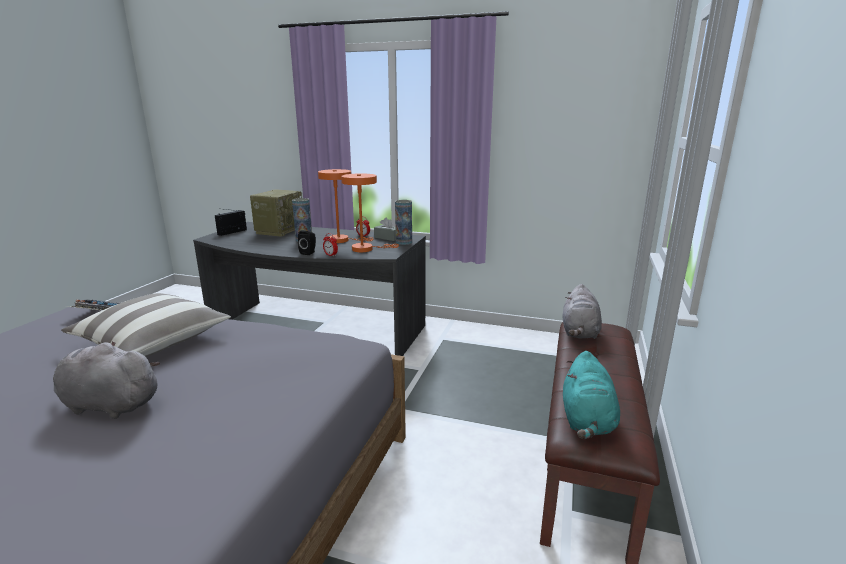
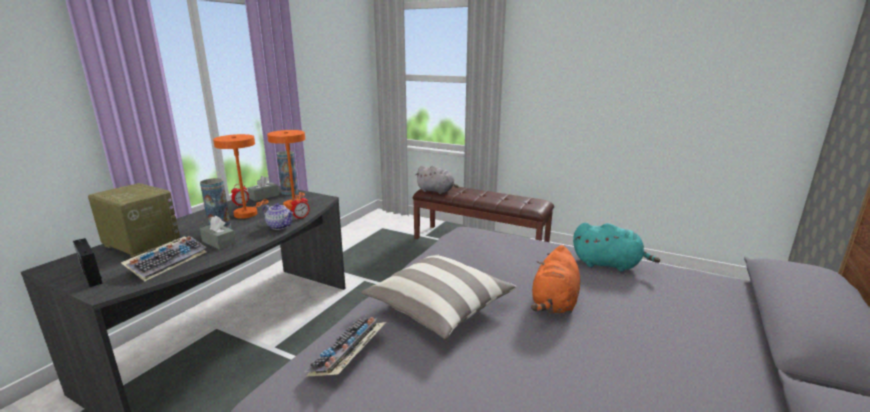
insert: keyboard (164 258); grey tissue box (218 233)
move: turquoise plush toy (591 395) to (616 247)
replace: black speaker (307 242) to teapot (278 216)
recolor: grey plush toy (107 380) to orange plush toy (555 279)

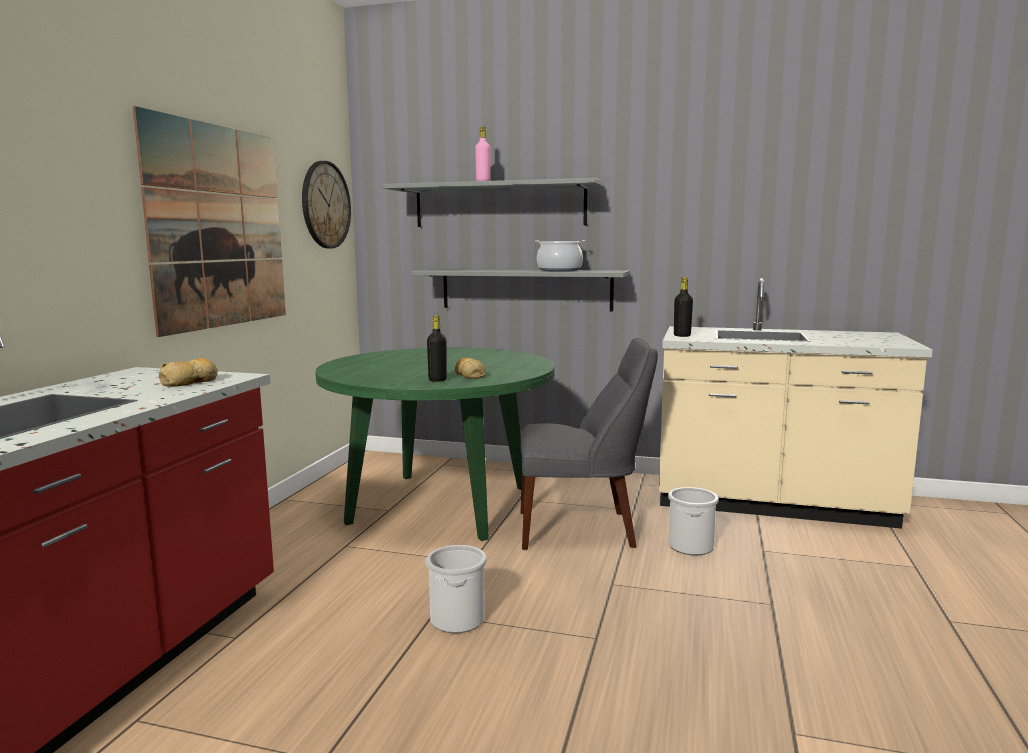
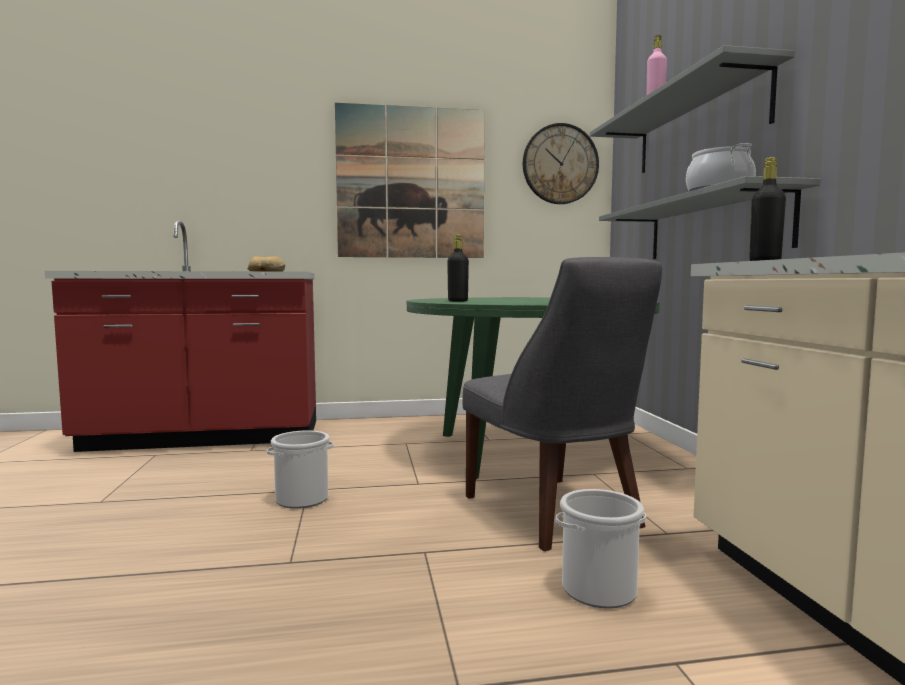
delete: bread (470 368)

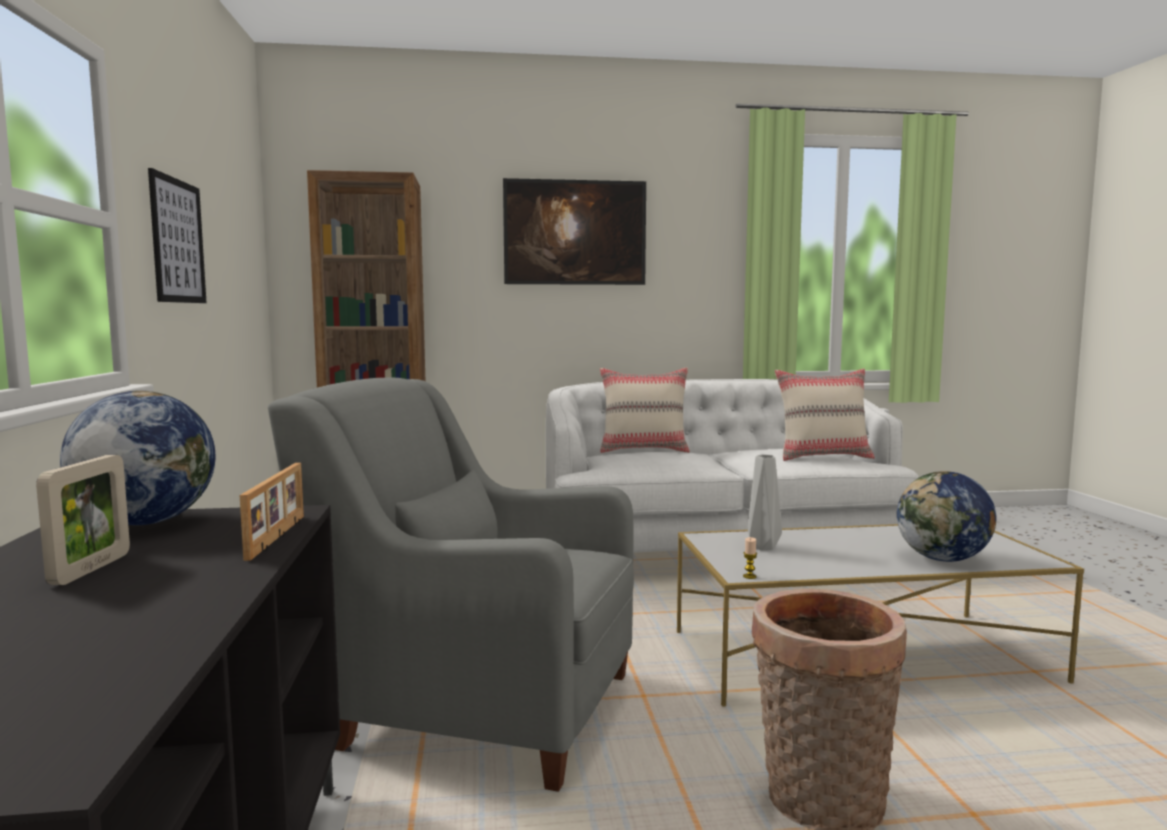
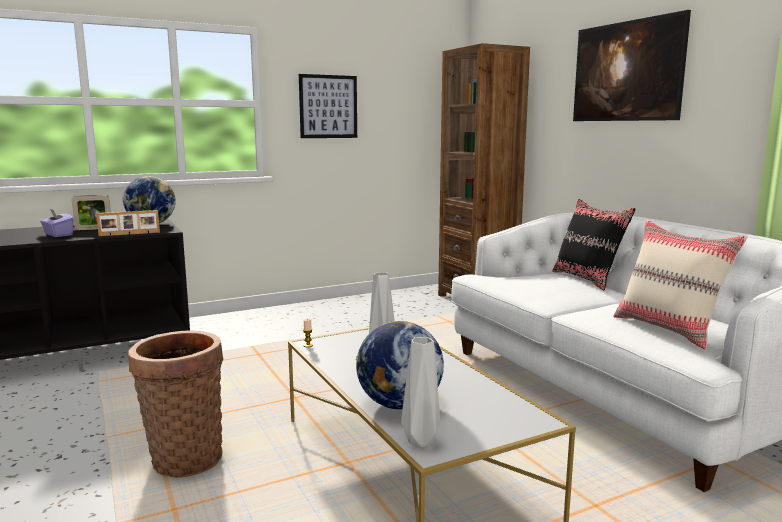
delete: grey armchair (451 585)
insert: purple tissue box (57 223); grey vase (420 392)
recolor: beige pillow (645 410) to black pillow (594 245)

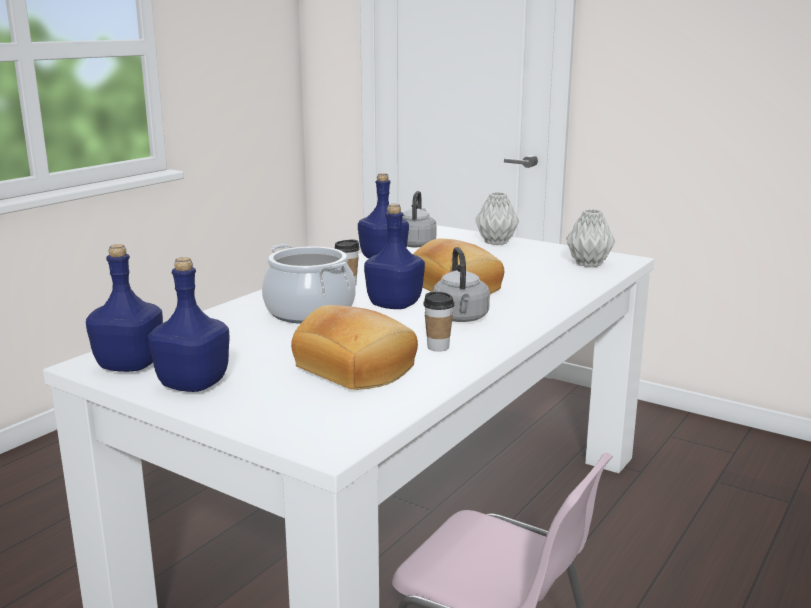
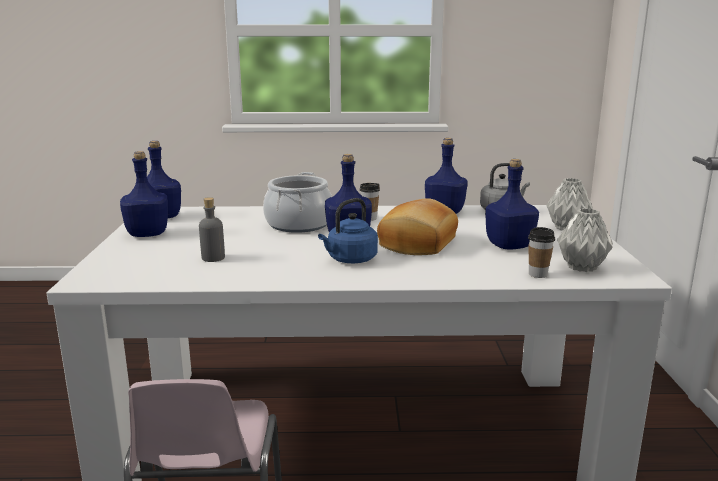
insert: blue bottle (512 204)
move: cup (438 321) to (541 252)
replace: bread (354 347) to grey bottle (212 229)
recolor: grey kettle (461 284) to blue kettle (348 230)

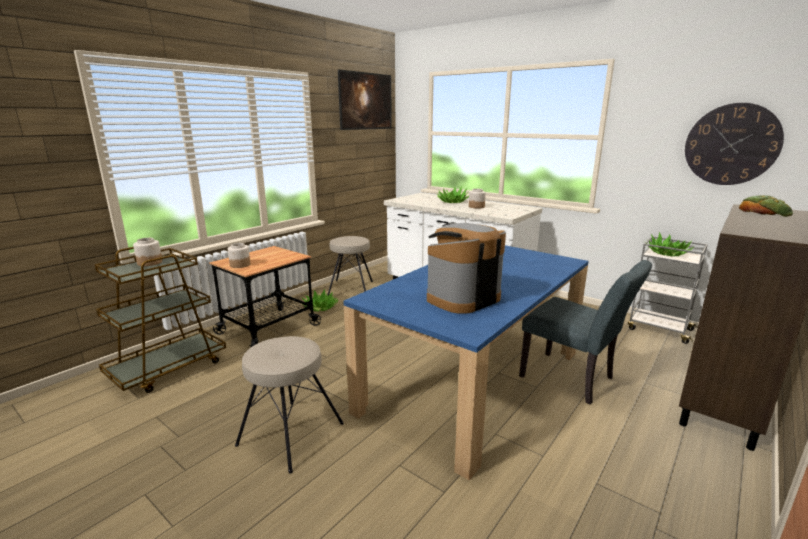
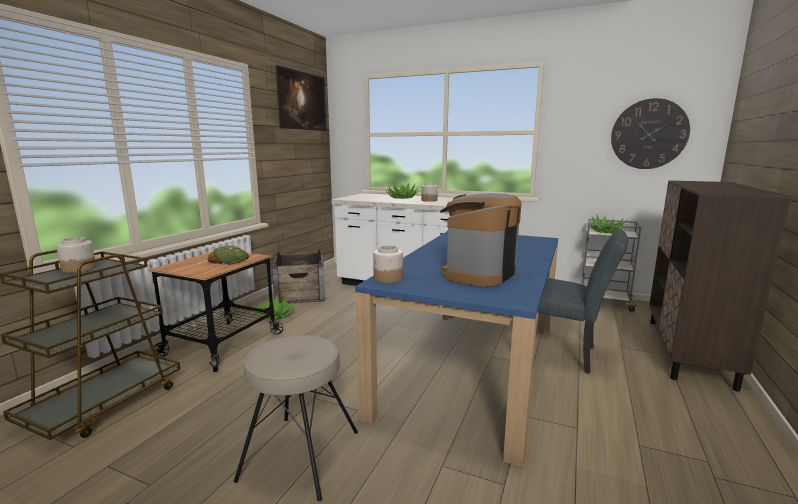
move: jar (239 255) to (388 264); bread (766 206) to (228 255)
replace: beige stool (350 266) to crate (298 277)

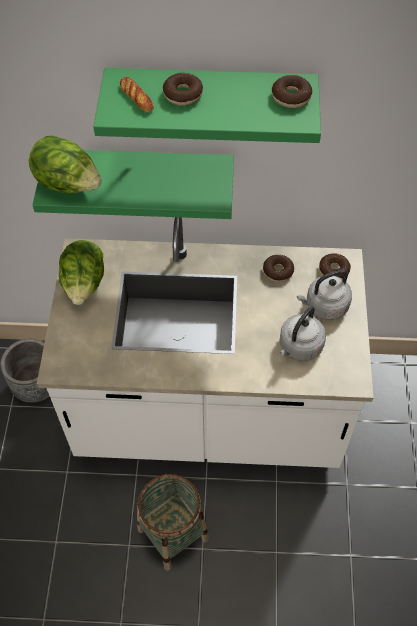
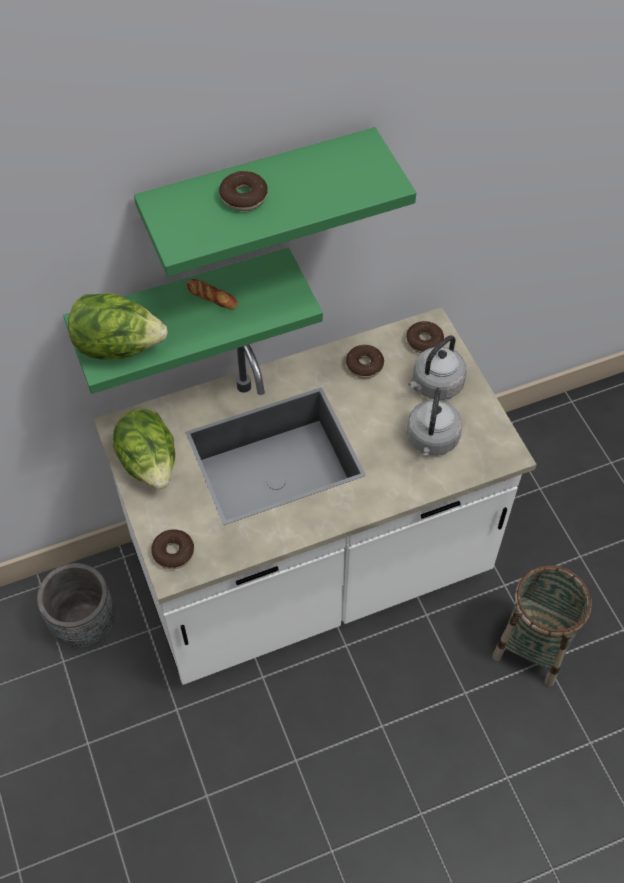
move: bread (137 94) to (212 294); basket (173 522) to (542 626); donut (292 91) to (172 549)

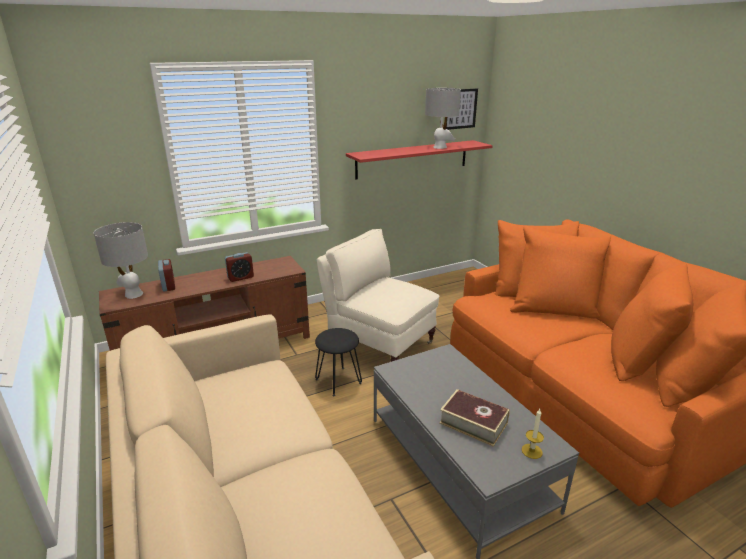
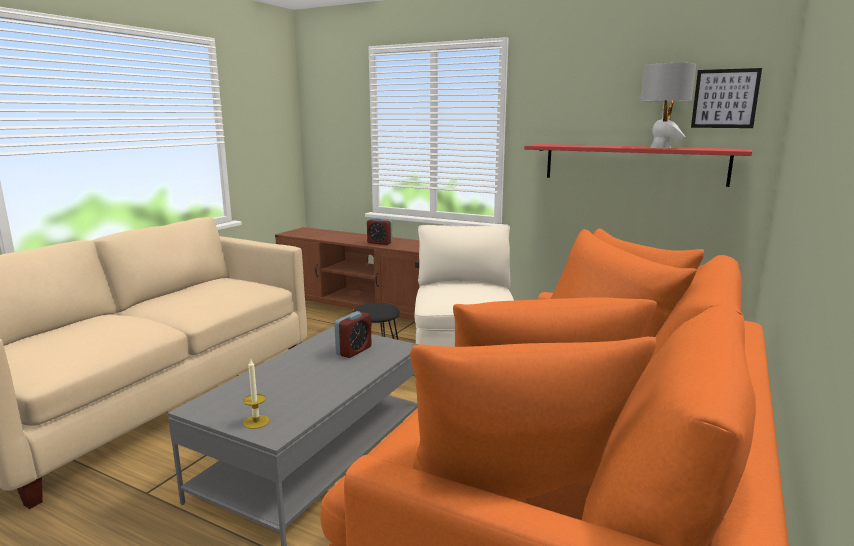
delete: grey table lamp (121 260); book (474 418)
move: alarm clock (166 275) to (353 334)

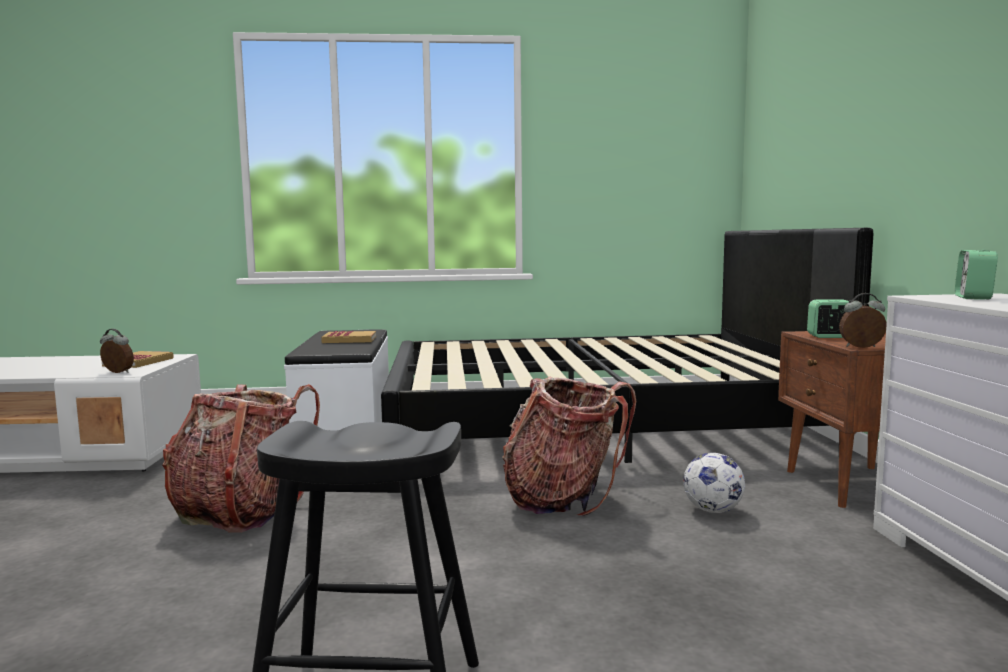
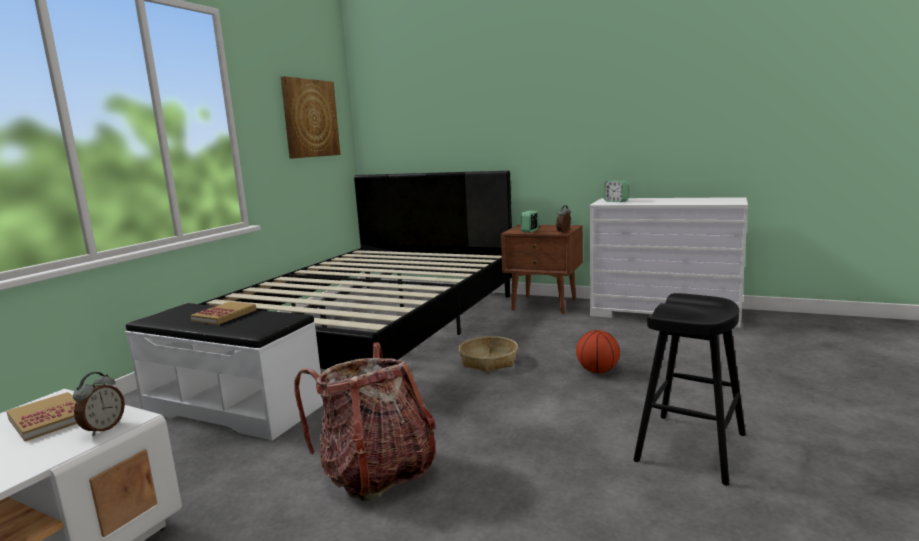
delete: football (714 483)
insert: picture (310 117); basketball (598 351)
replace: backpack (569 446) to basket (488 354)
rotate: alarm clock (117 351) = (99 404) 150 degrees clockwise

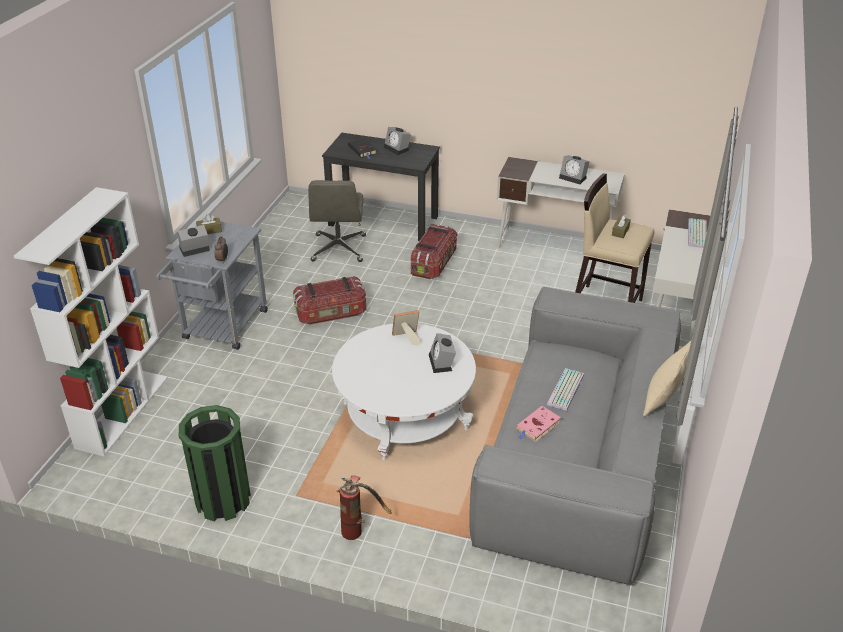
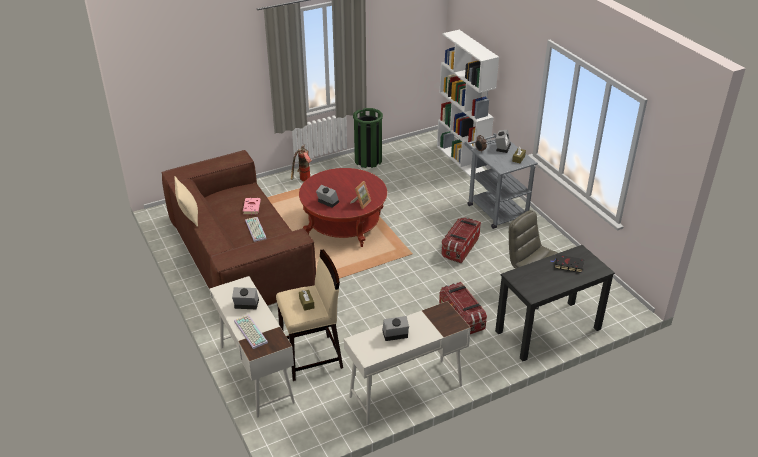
move: alarm clock (397 141) to (245 298)
recolor: white coffee table (404 392) to red coffee table (343 207); grey sofa (575 436) to brown sofa (239 228)

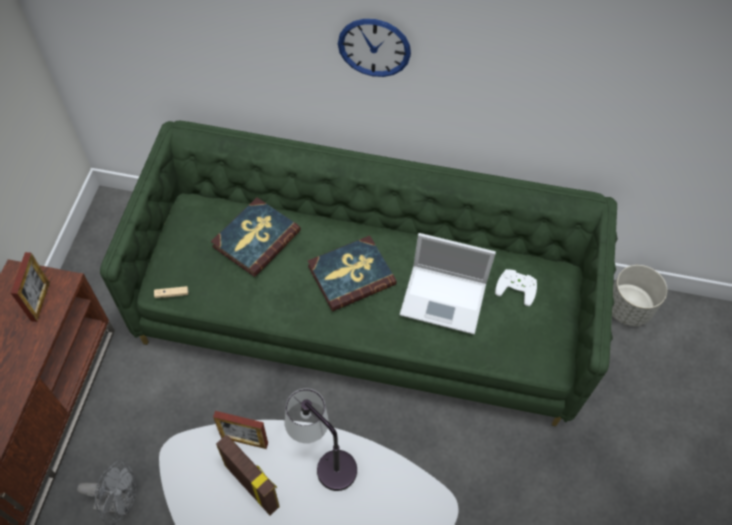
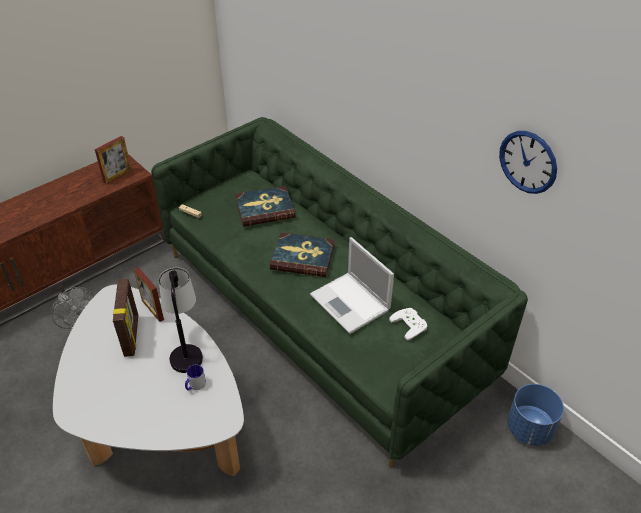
insert: mug (195 377)
move: wall clock (374 48) to (528 162)
recolor: grey planter (639 295) to blue planter (535 415)

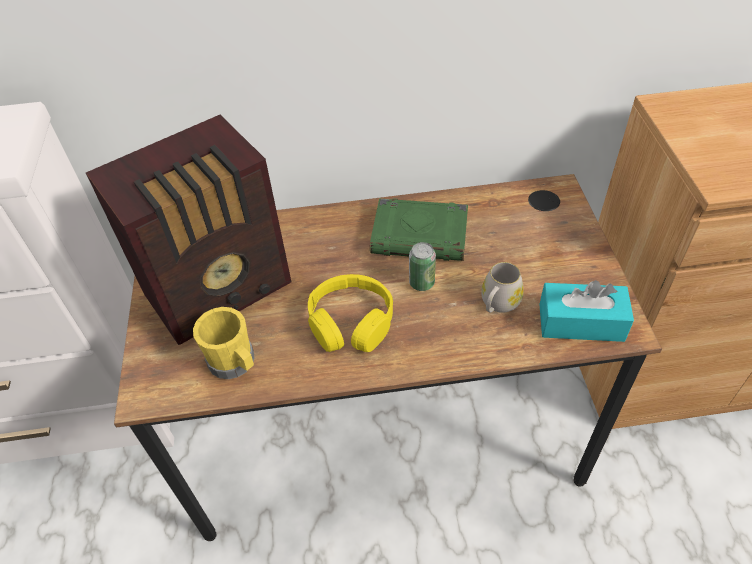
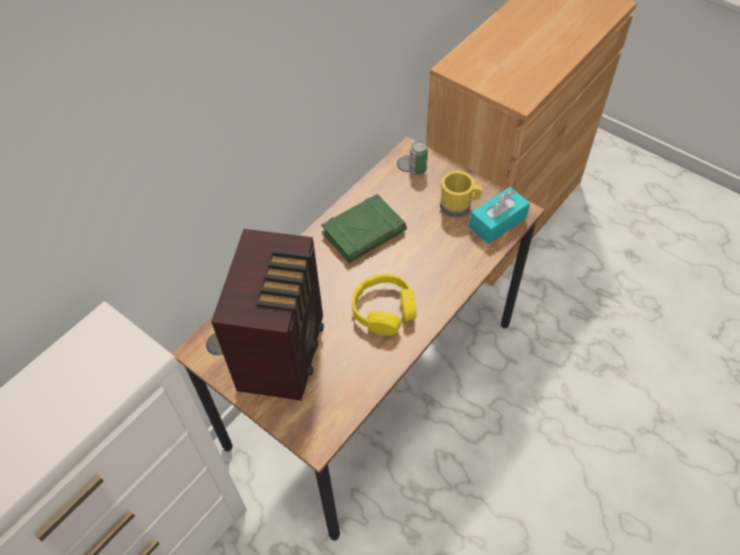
delete: white mug (502 287)
move: yellow mug (224 343) to (461 194); can (422 266) to (419 158)

